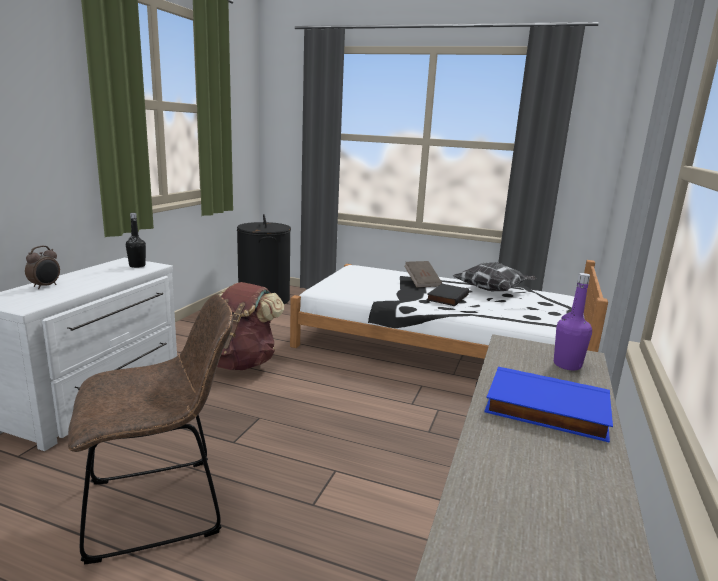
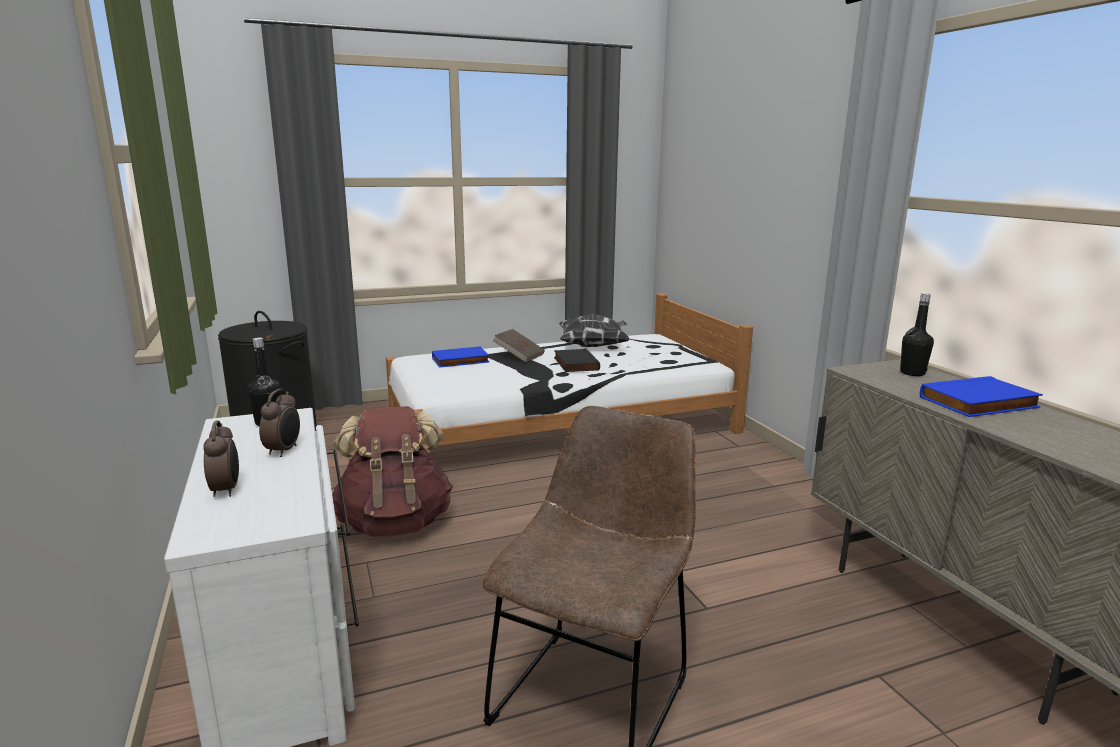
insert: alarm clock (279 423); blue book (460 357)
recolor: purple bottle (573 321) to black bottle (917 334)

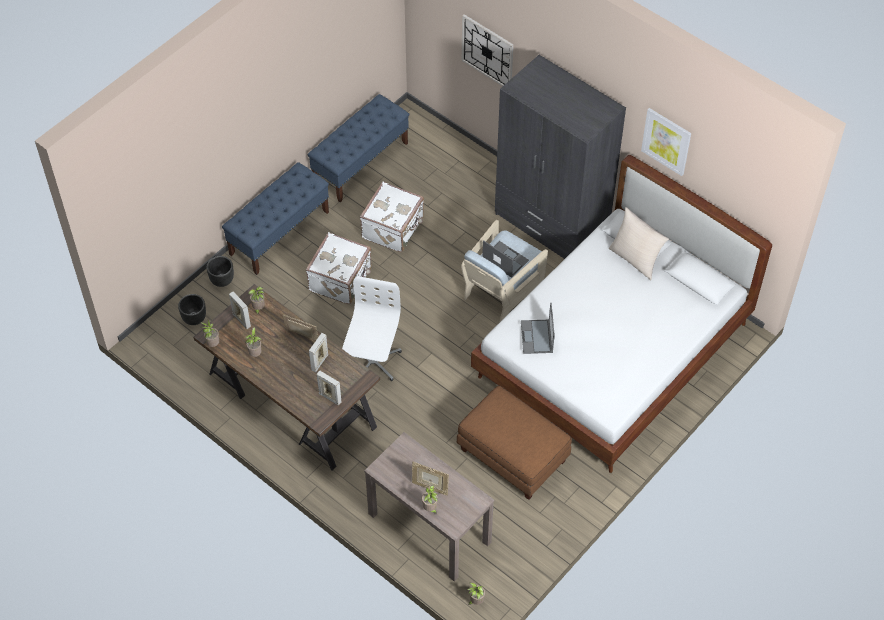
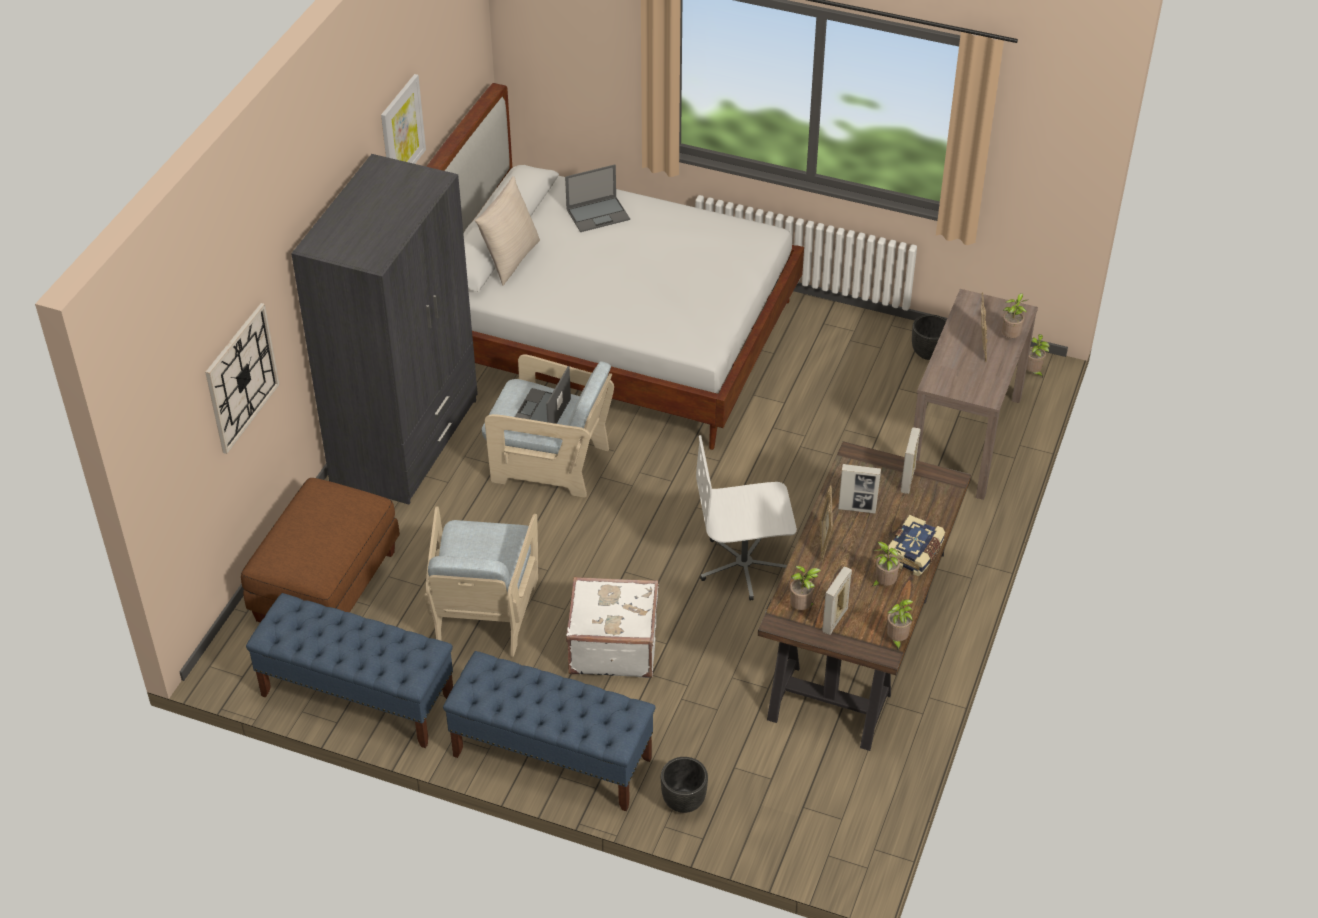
insert: book (915 545)
move: black planter (192 309) to (929 337); brown ottoman (514 443) to (320 550); laptop (538 328) to (597 198)
replace: white suitcase (392 217) to beige armchair (481 581)

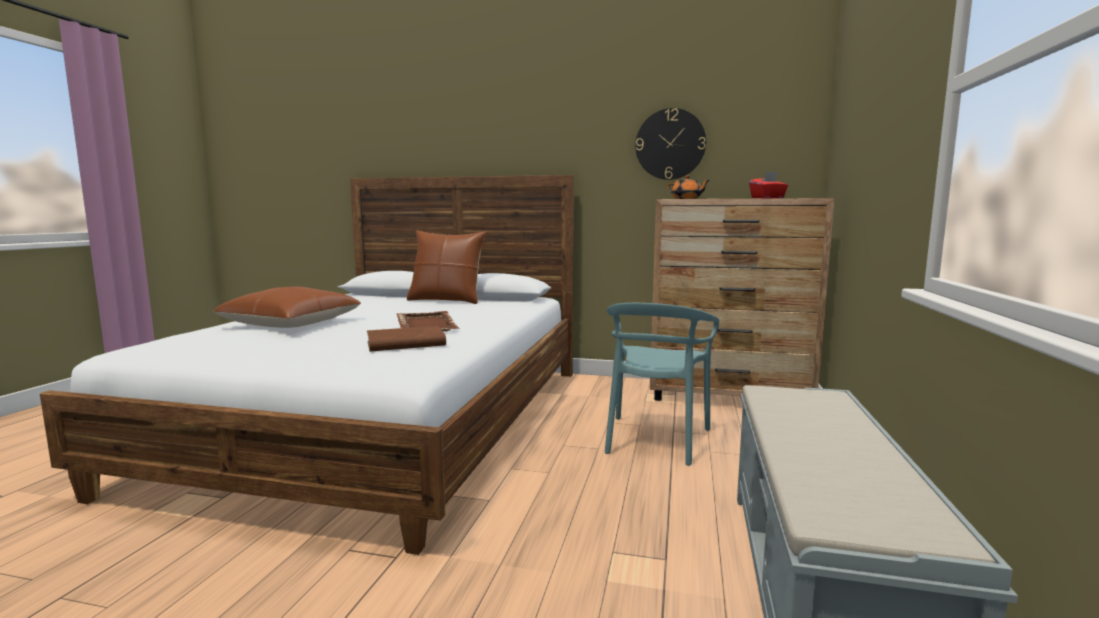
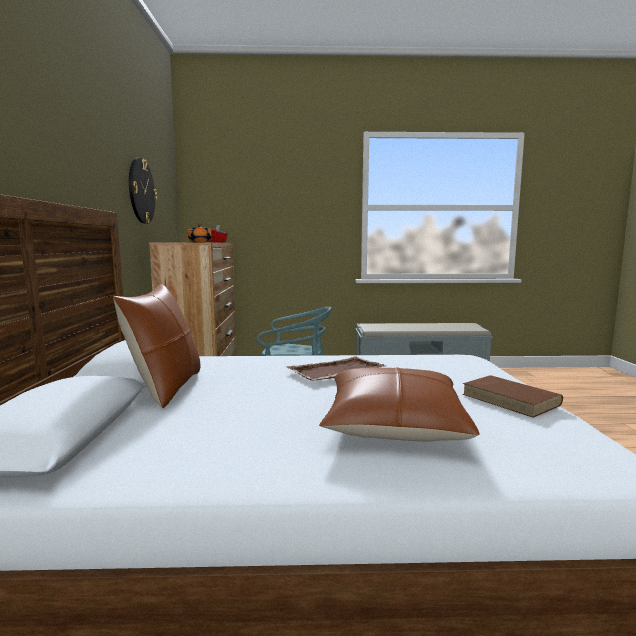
move: brown book (406 339) to (512 396)

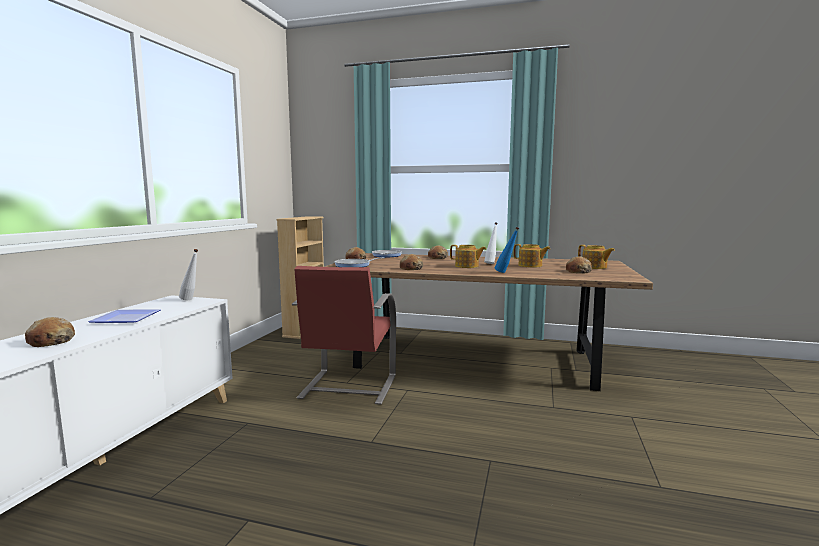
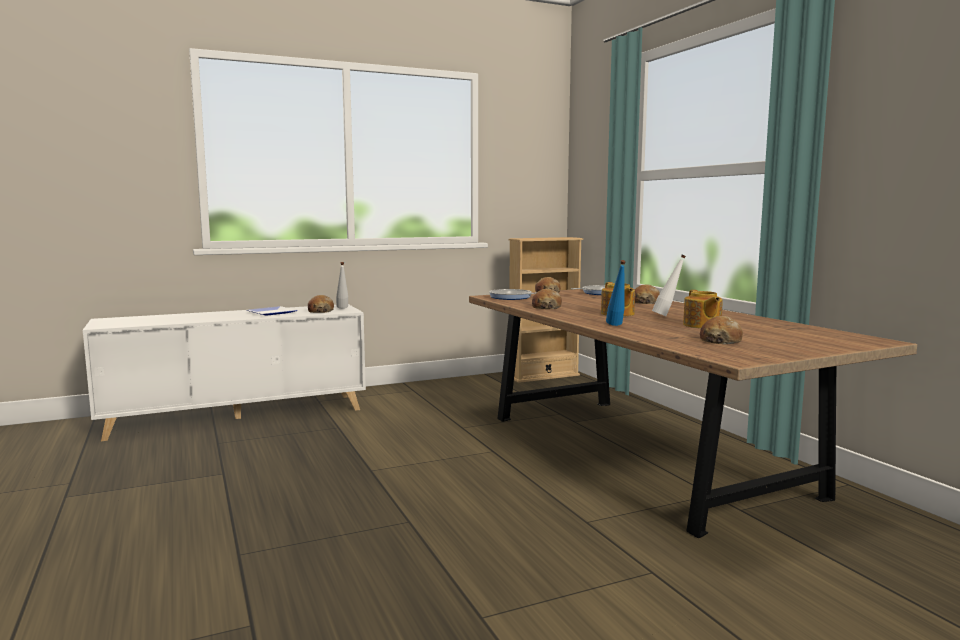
delete: red chair (344 335); teapot (596 257)
move: bread (50 332) to (321 304)

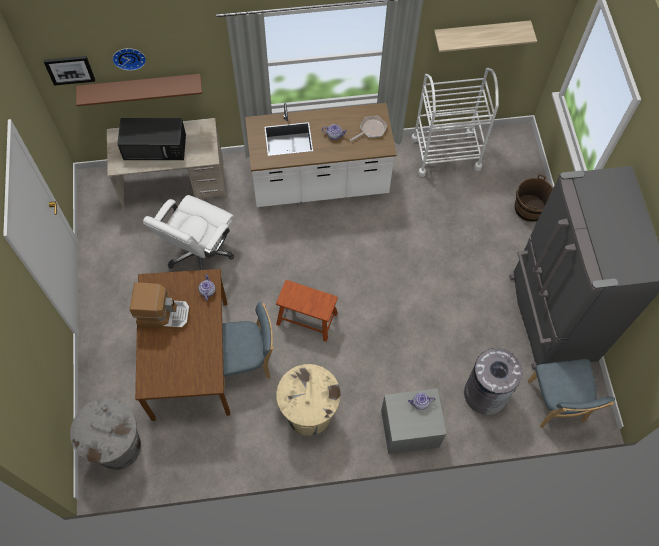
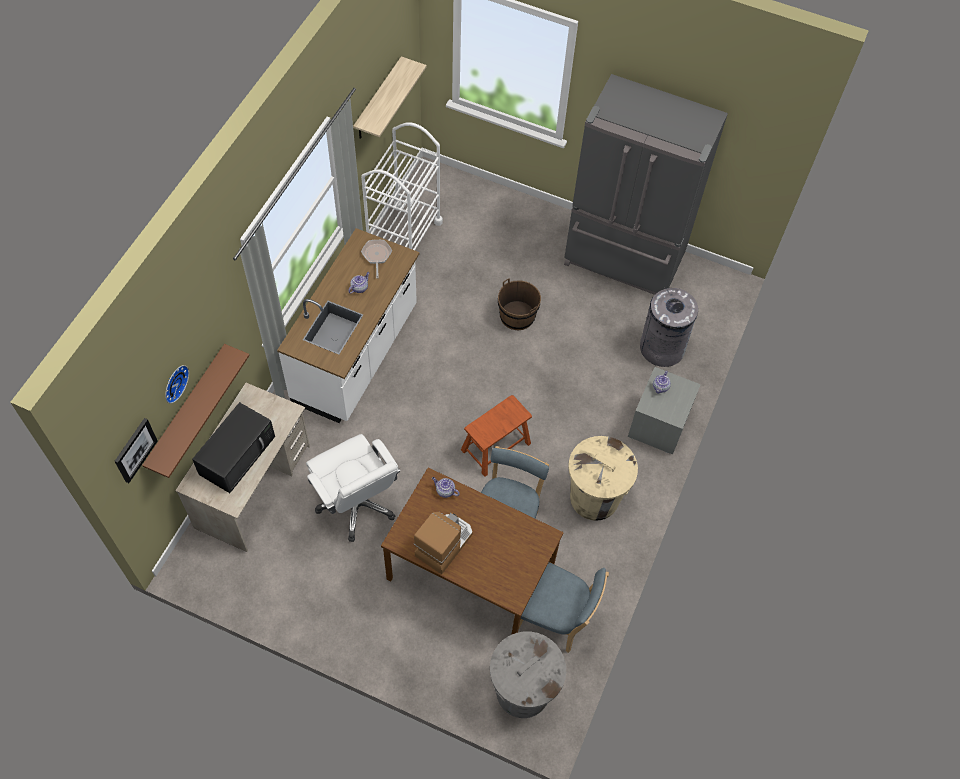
move: brown bucket (534 198) to (519 304); blue chair (571 393) to (563 607)

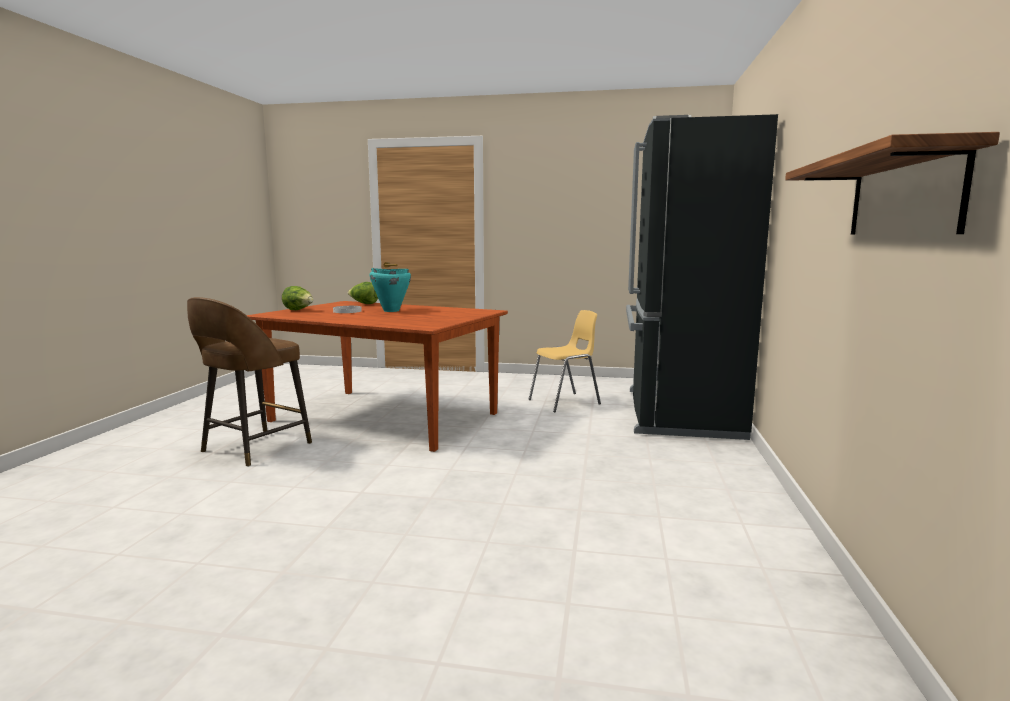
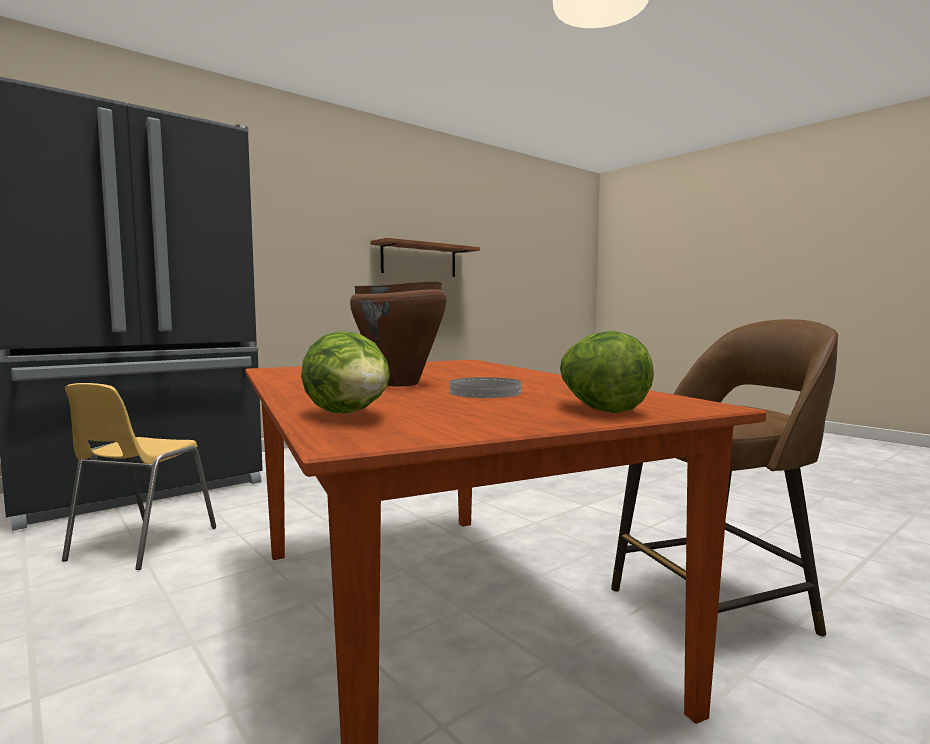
recolor: turquoise cooking pot (390 290) to brown cooking pot (398 333)
rotate: yellow chair (564 361) = (139 476) 90 degrees counterclockwise

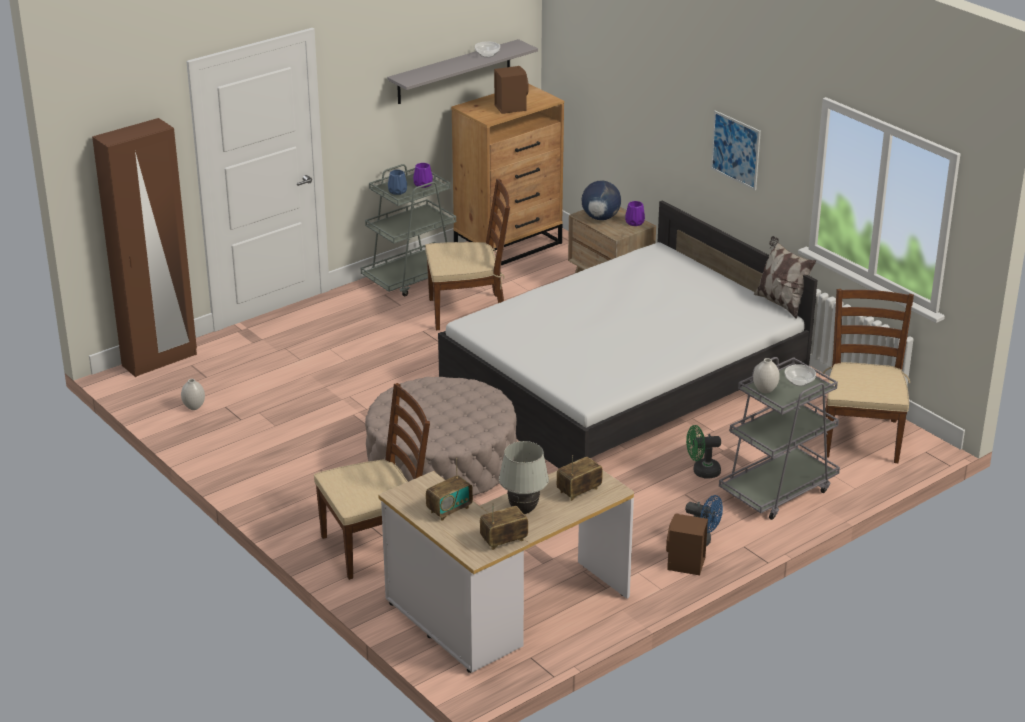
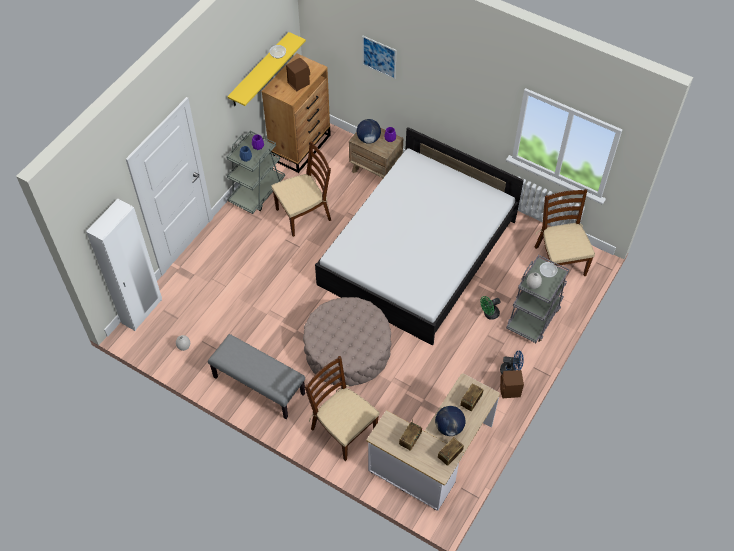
delete: pillow (785 277)
insert: grey bench (256 376)
move: picture (736 150) to (379 57)
replace: white table lamp (524 477) to globe (450 421)
recolor: brown wardrobe (144 247) to white wardrobe (124 265); grey shelf (462 71) to yellow shelf (266 69)
rotate: brown chair (372 481) = (342 408) 90 degrees counterclockwise

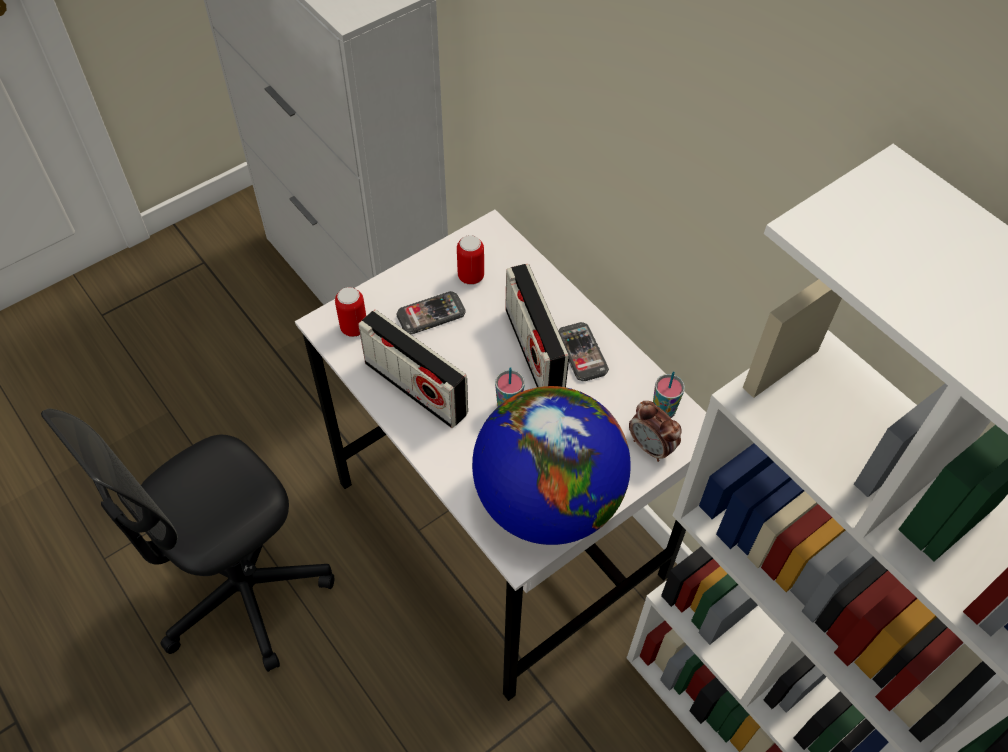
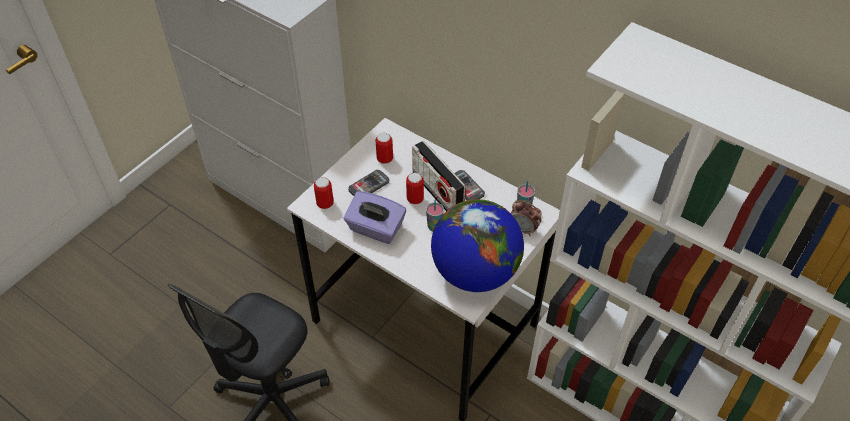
insert: can (415 188)
replace: radio (413 369) to purple tissue box (375 217)

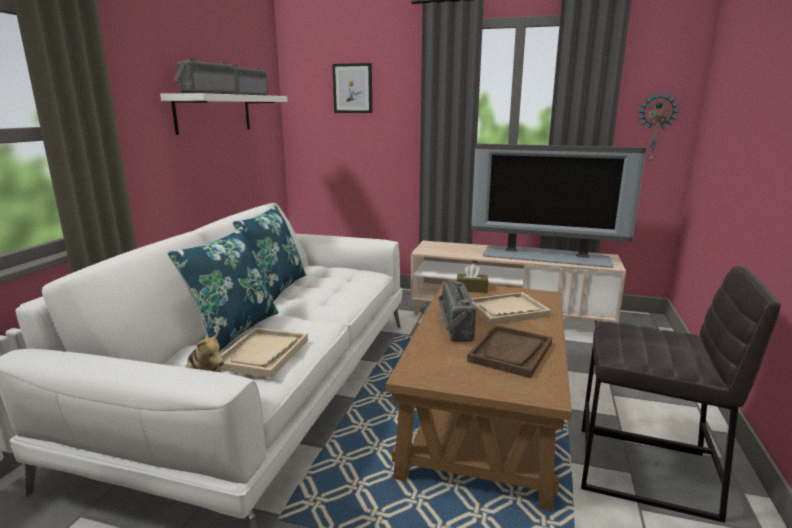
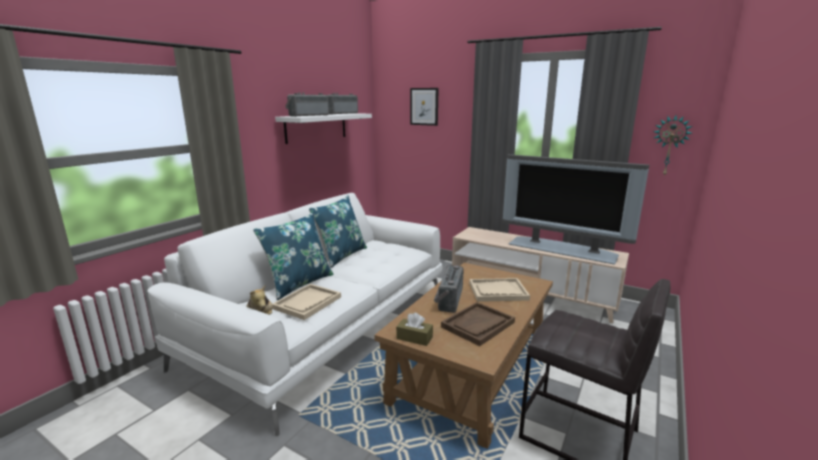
move: brown tissue box (472 278) to (414 329)

